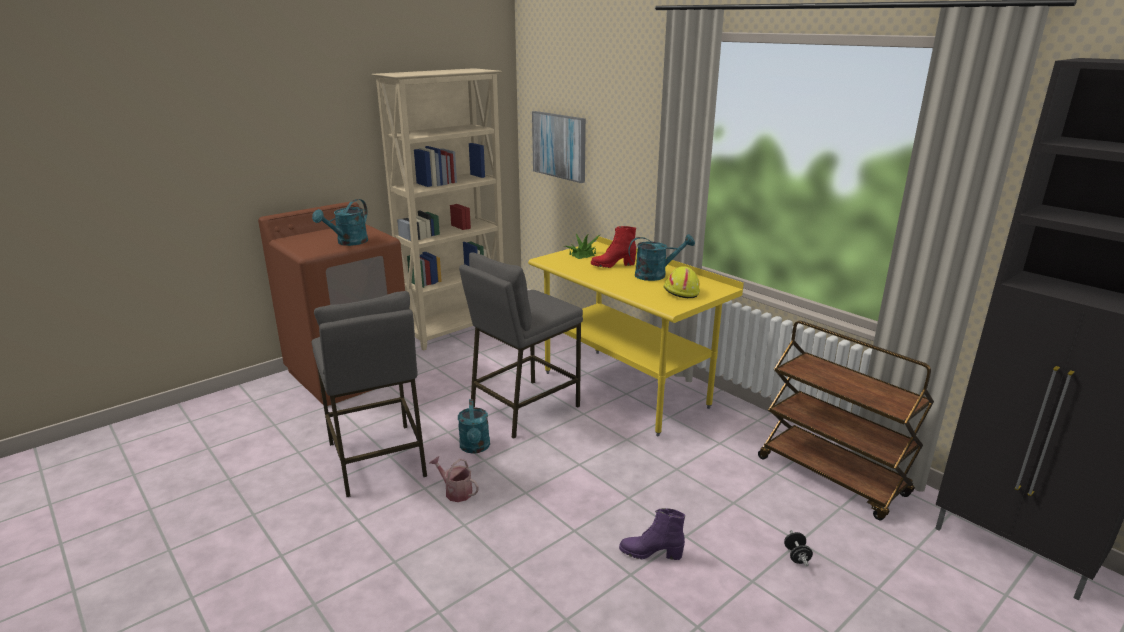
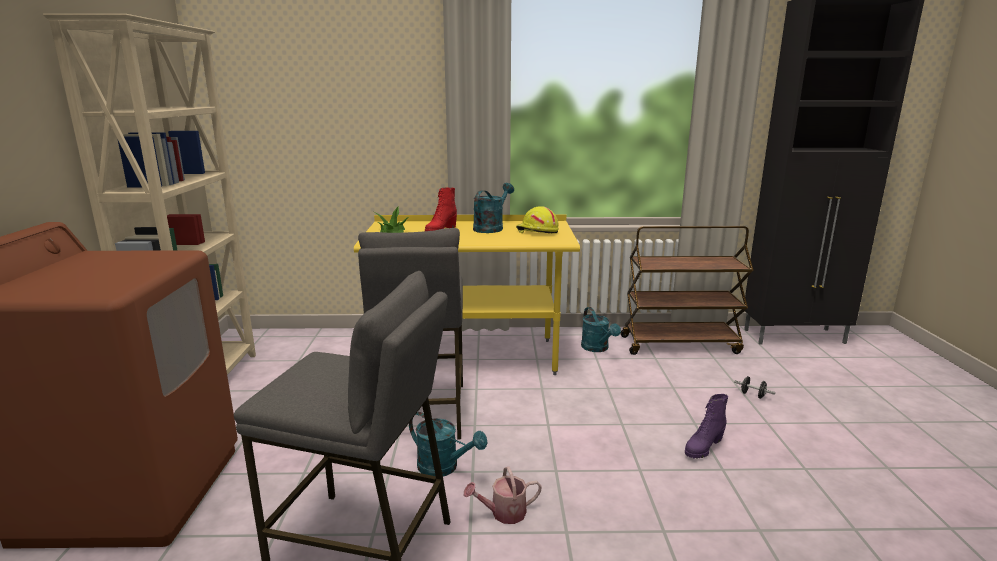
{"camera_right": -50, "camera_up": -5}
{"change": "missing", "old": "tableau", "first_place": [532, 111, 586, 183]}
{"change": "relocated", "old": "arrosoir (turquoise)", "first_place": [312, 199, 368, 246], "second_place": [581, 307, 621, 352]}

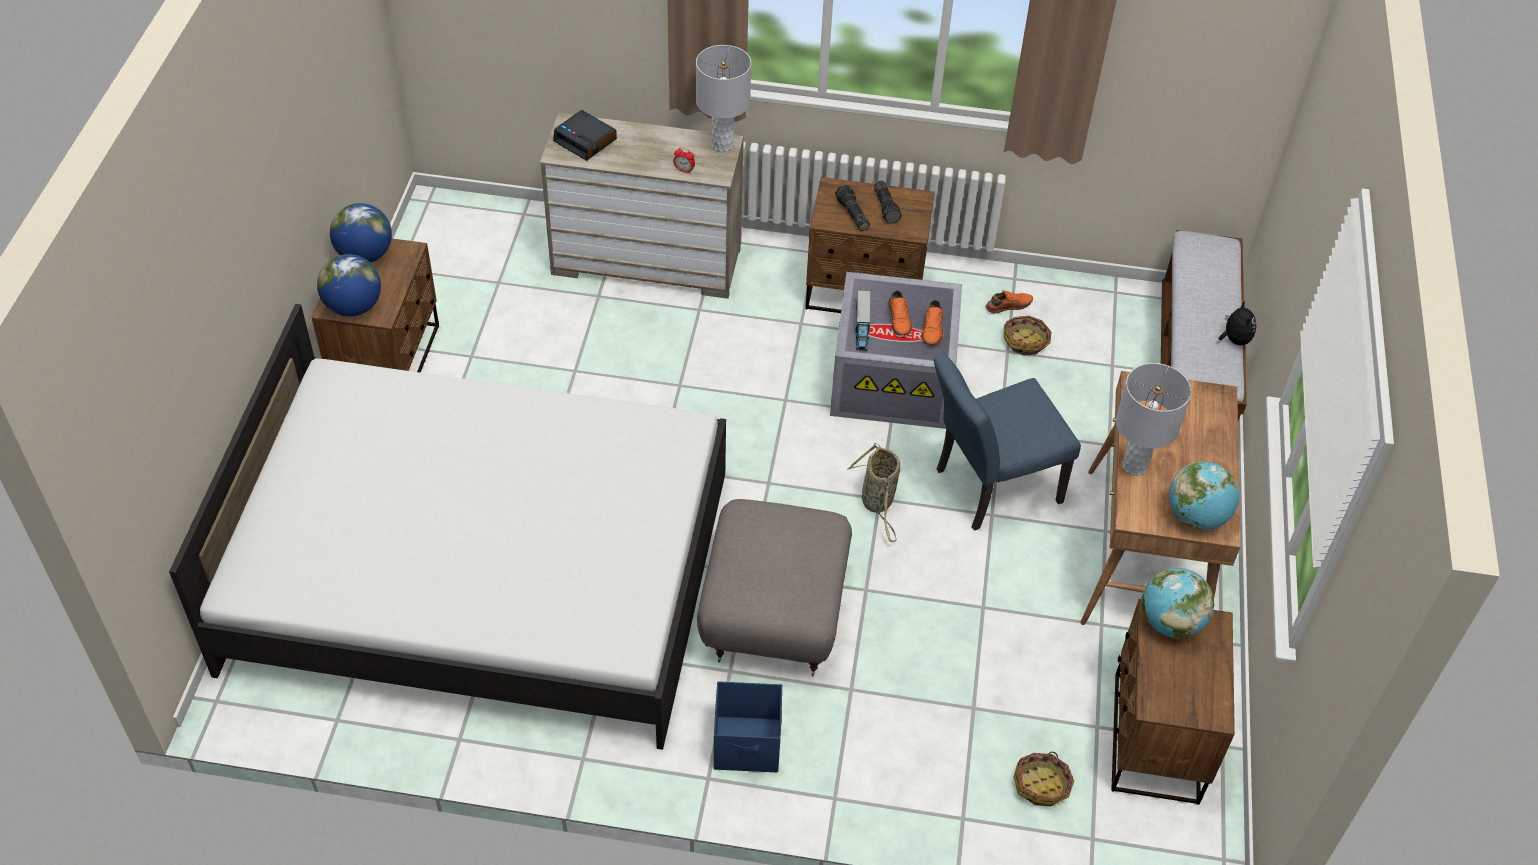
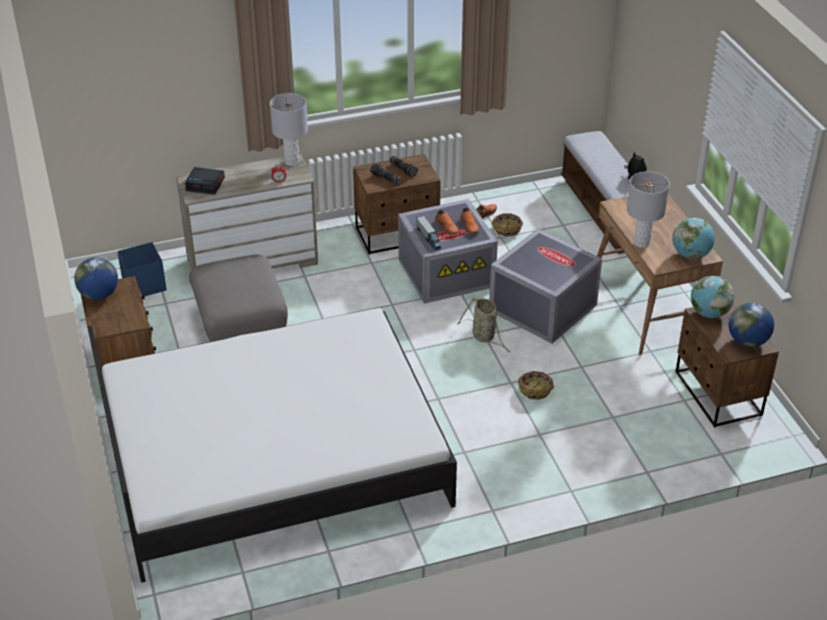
{"camera_right": -25, "camera_up": -10}
{"change": "relocated", "old": "globe", "first_place": [317, 254, 381, 317], "second_place": [729, 303, 774, 347]}
{"change": "exchanged", "old": "chaise (bleu)", "new": "boîte de rangement (gris)", "first_place": [934, 355, 1081, 531], "second_place": [489, 229, 602, 343]}
{"change": "relocated", "old": "pouf (gris)", "first_place": [697, 499, 852, 676], "second_place": [189, 254, 288, 342]}
{"change": "relocated", "old": "boîte de rangement (bleu)", "first_place": [714, 681, 782, 773], "second_place": [117, 242, 167, 297]}
{"change": "relocated", "old": "panier", "first_place": [1014, 752, 1074, 806], "second_place": [518, 371, 554, 400]}

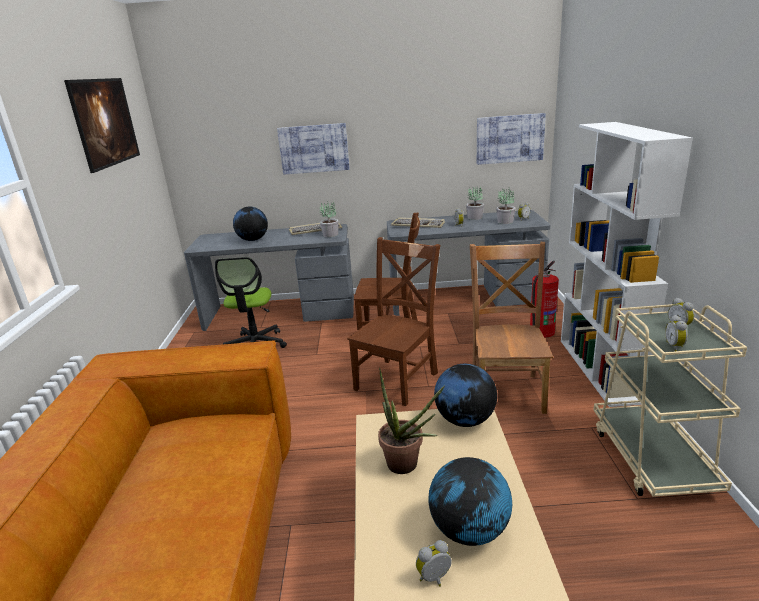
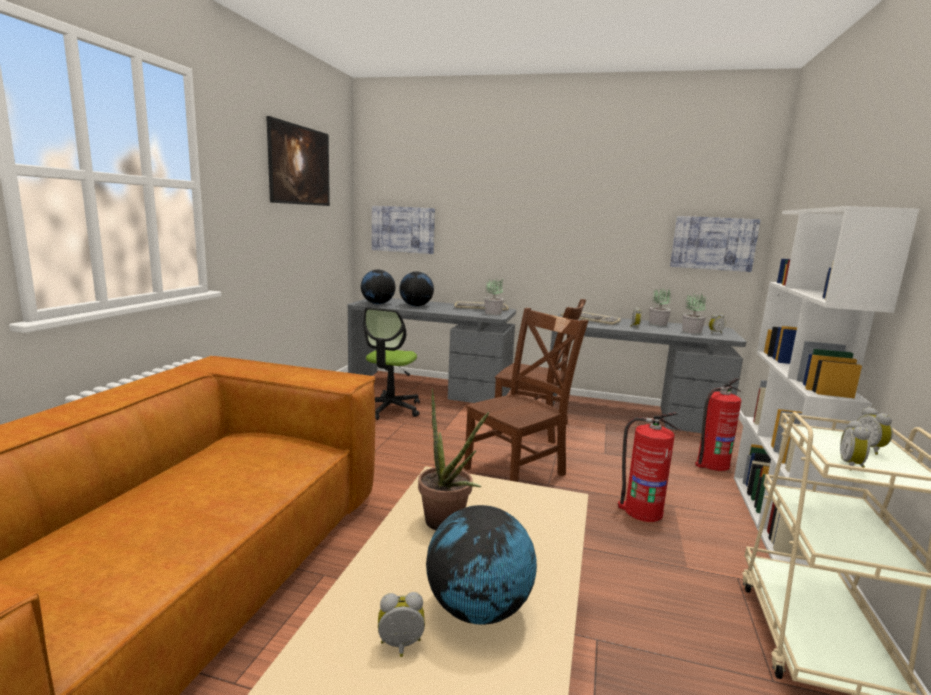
{"camera_right": 15, "camera_up": -10}
{"change": "relocated", "old": "tableau", "first_place": [277, 123, 350, 175], "second_place": [372, 206, 435, 254]}
{"change": "exchanged", "old": "chaise (marron)", "new": "extincteur", "first_place": [470, 242, 553, 414], "second_place": [618, 412, 681, 522]}
{"change": "relocated", "old": "globe", "first_place": [434, 364, 497, 427], "second_place": [361, 270, 396, 304]}

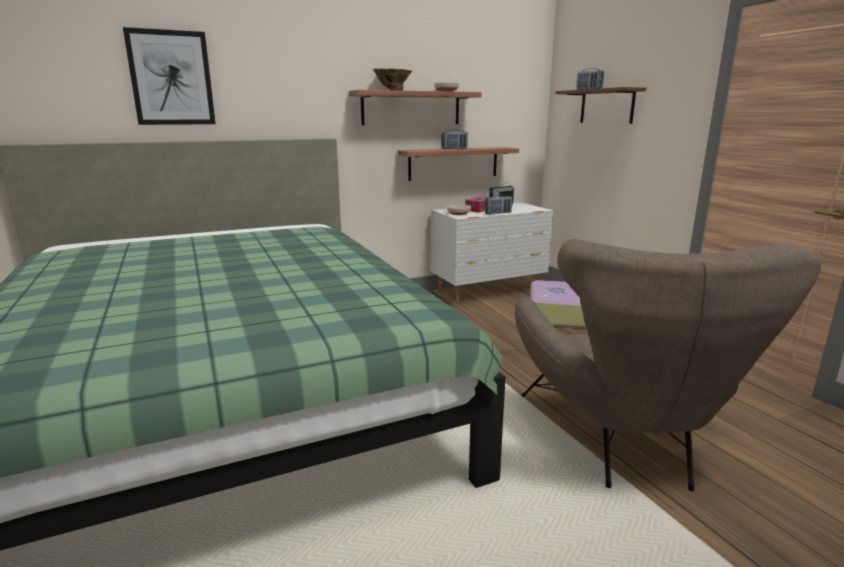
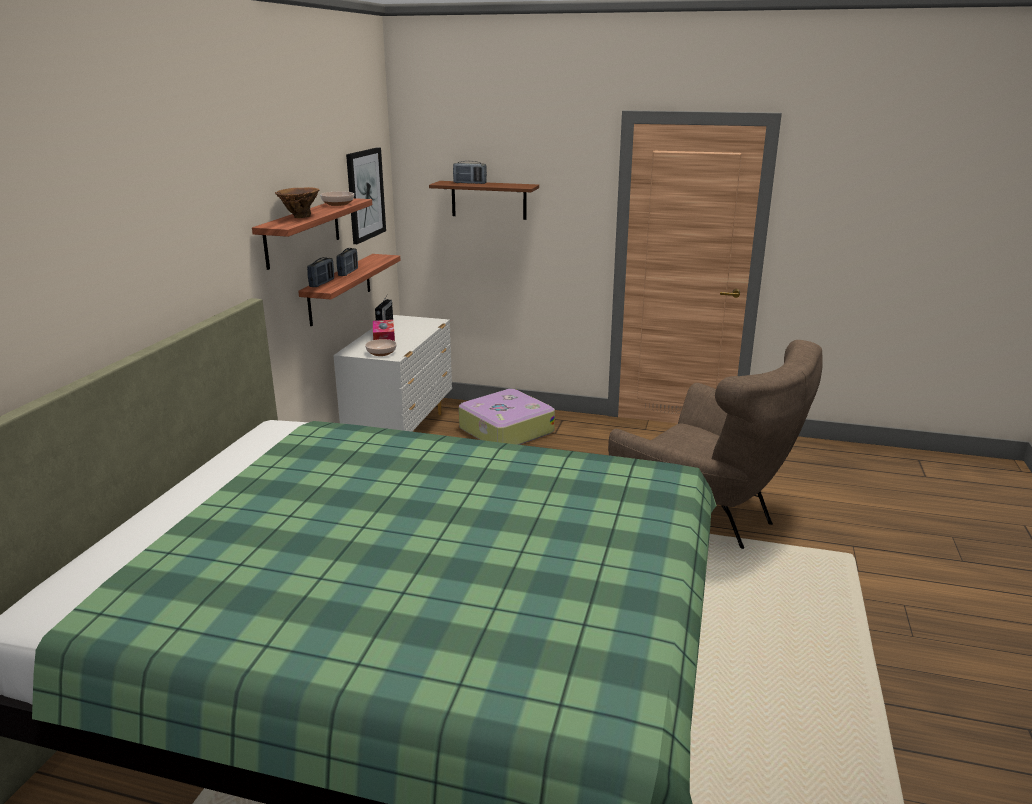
{"camera_right": -50, "camera_up": 5}
{"change": "relocated", "old": "tableau", "first_place": [123, 27, 216, 125], "second_place": [346, 147, 386, 244]}
{"change": "relocated", "old": "radio", "first_place": [485, 195, 512, 214], "second_place": [307, 257, 334, 287]}

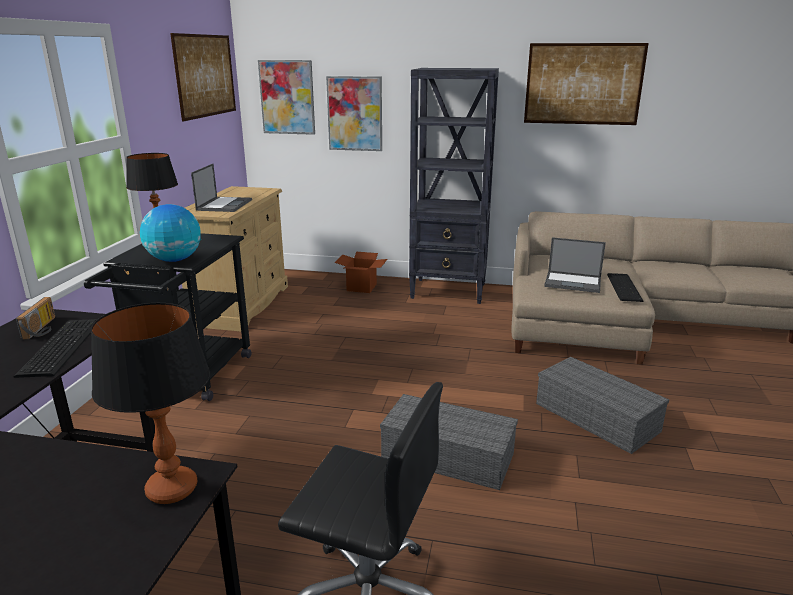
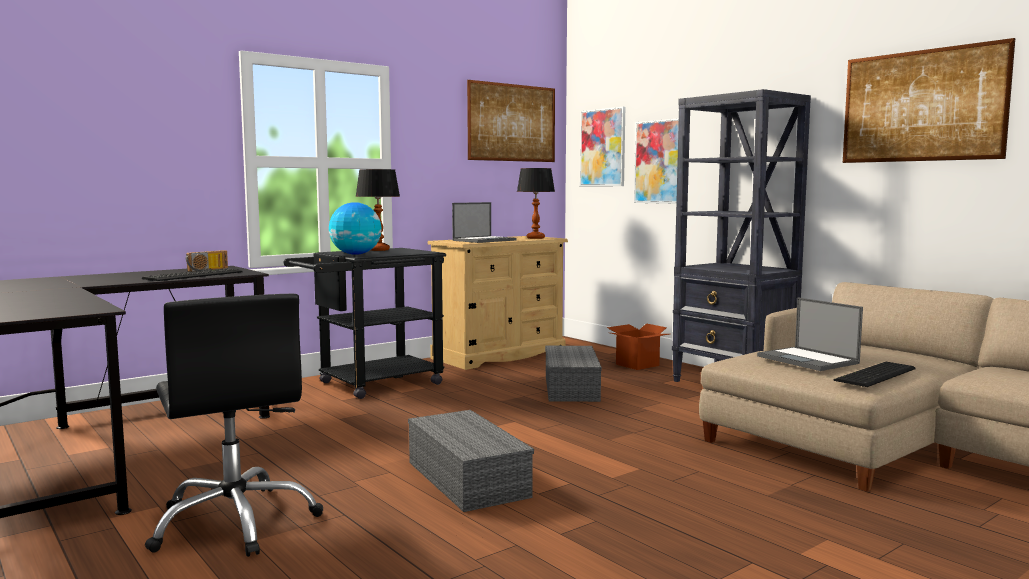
{"camera_right": 40, "camera_up": -15}
{"change": "relocated", "old": "lampe de table", "first_place": [91, 303, 210, 504], "second_place": [517, 168, 555, 239]}
{"change": "relocated", "old": "boîte de rangement (gris)", "first_place": [536, 357, 669, 454], "second_place": [545, 346, 602, 402]}

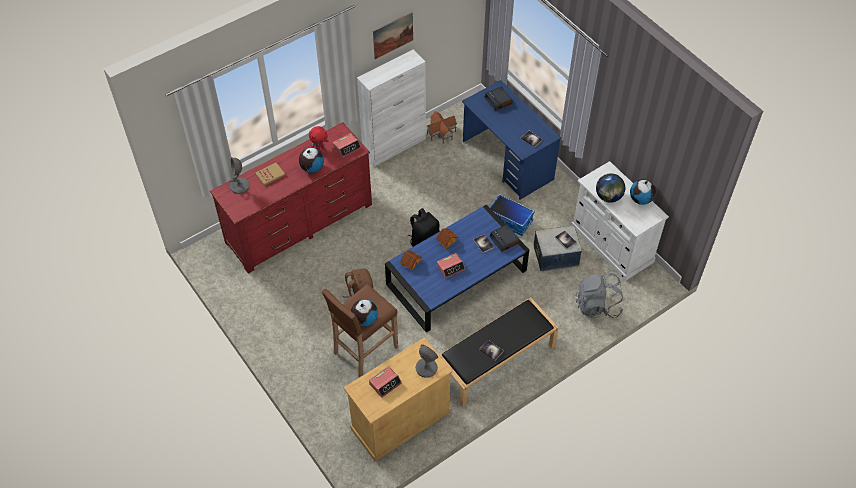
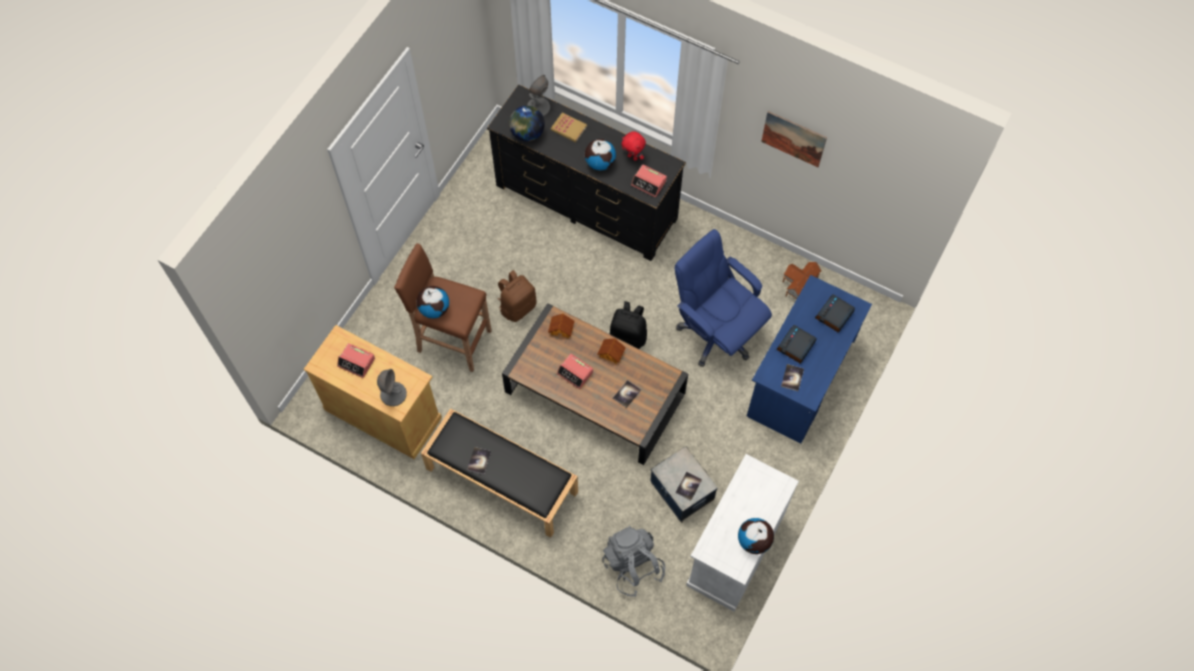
{"camera_right": 65, "camera_up": 10}
{"change": "missing", "old": "meuble de rangement (blanc)", "first_place": [357, 50, 426, 167]}
{"change": "colour", "old": "commode (rouge)", "new": "commode (noir)", "first_place": [210, 122, 372, 274], "second_place": [487, 84, 686, 261]}
{"change": "relocated", "old": "globe", "first_place": [596, 173, 625, 203], "second_place": [509, 106, 545, 142]}
{"change": "missing", "old": "boîte de rangement", "first_place": [489, 194, 535, 236]}
{"change": "colour", "old": "table basse (bleu)", "new": "table basse (marron)", "first_place": [385, 204, 529, 333], "second_place": [502, 303, 688, 465]}
{"change": "relocated", "old": "réveil", "first_place": [489, 224, 520, 252], "second_place": [776, 325, 817, 364]}
{"change": "appeared", "new": "chaise de bureau (bleu)", "second_place": [674, 229, 772, 367]}

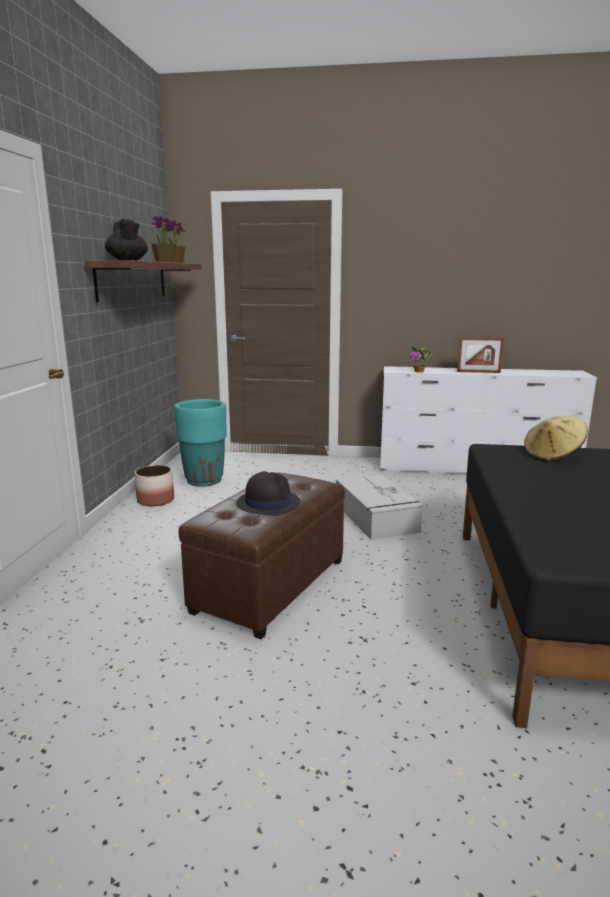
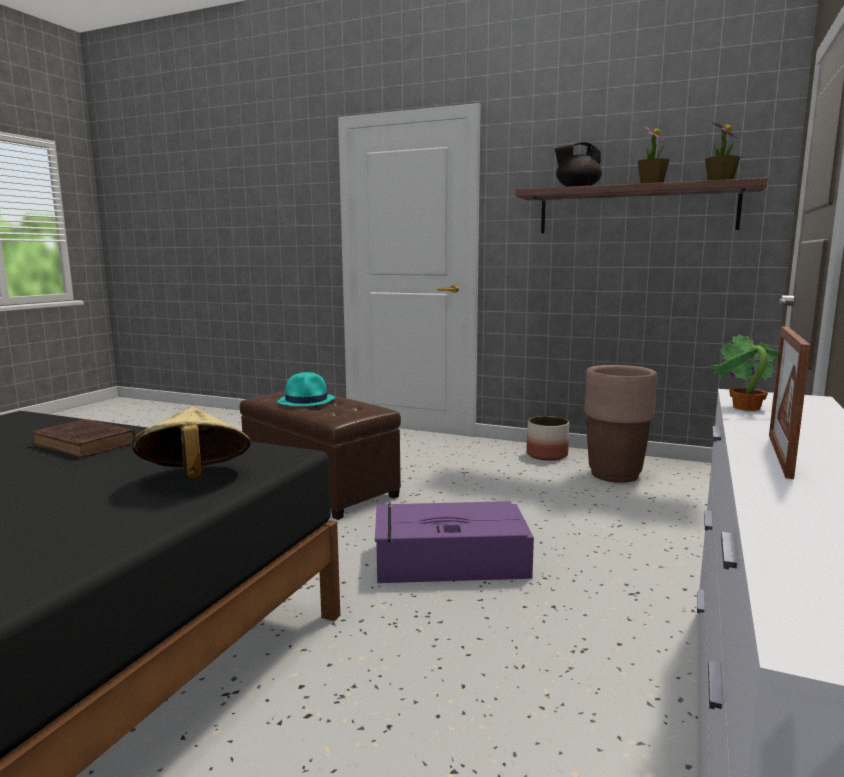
{"camera_right": 105, "camera_up": -5}
{"change": "colour", "old": "cache-pot (turquoise)", "new": "cache-pot (marron)", "first_place": [175, 399, 227, 487], "second_place": [585, 365, 657, 483]}
{"change": "colour", "old": "chapeau (noir)", "new": "chapeau (turquoise)", "first_place": [236, 471, 300, 516], "second_place": [277, 372, 336, 406]}
{"change": "colour", "old": "boîte de rangement (gris)", "new": "boîte de rangement (violet)", "first_place": [336, 475, 423, 540], "second_place": [375, 501, 534, 583]}
{"change": "appeared", "new": "livre (marron)", "second_place": [32, 419, 136, 458]}

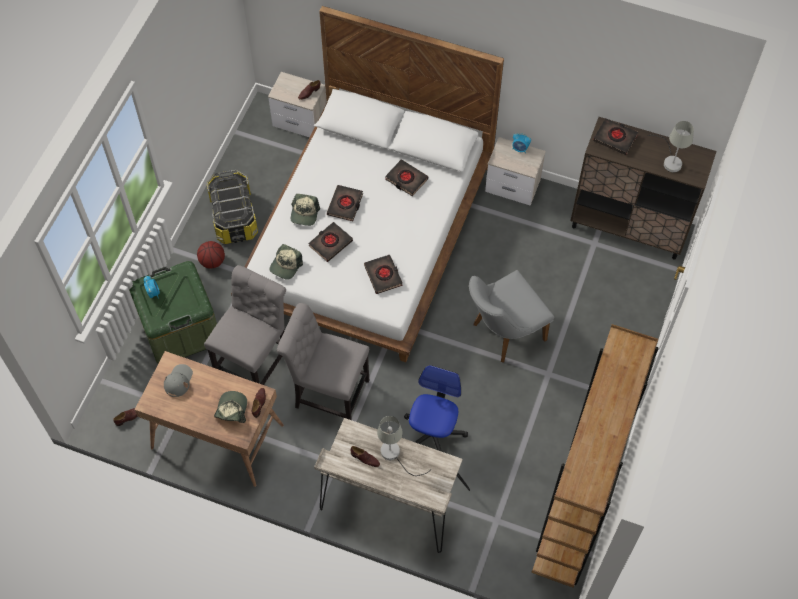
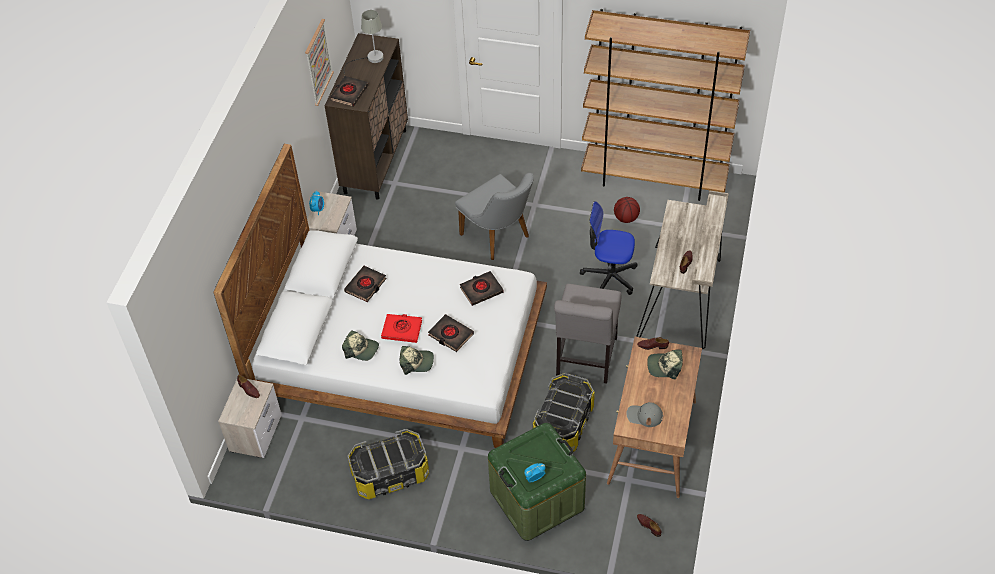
{"camera_right": -95, "camera_up": -10}
{"change": "colour", "old": "livre (noir)", "new": "livre (rouge)", "first_place": [327, 185, 363, 221], "second_place": [381, 314, 422, 343]}
{"change": "relocated", "old": "ballon de basket", "first_place": [197, 241, 225, 269], "second_place": [614, 197, 640, 223]}
{"change": "relocated", "old": "casquette", "first_place": [269, 244, 303, 280], "second_place": [342, 330, 379, 361]}
{"change": "exchanged", "old": "chaise (gris)", "new": "boîte de rangement", "first_place": [204, 265, 286, 385], "second_place": [533, 373, 595, 452]}
{"change": "missing", "old": "lampe de table (gris)", "first_place": [377, 416, 431, 476]}
{"change": "appeared", "new": "tableau", "second_place": [305, 19, 334, 106]}

